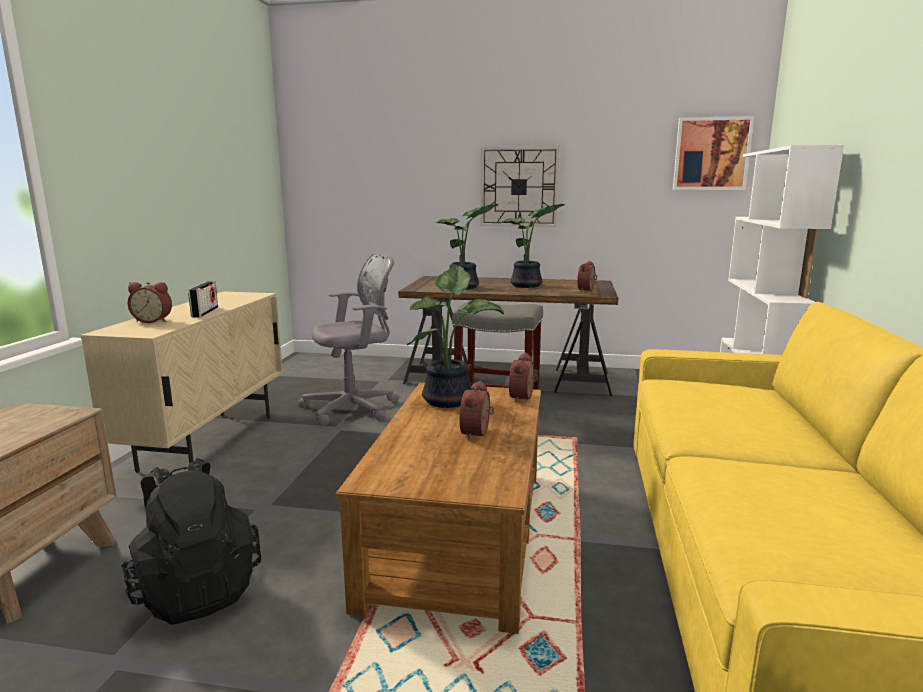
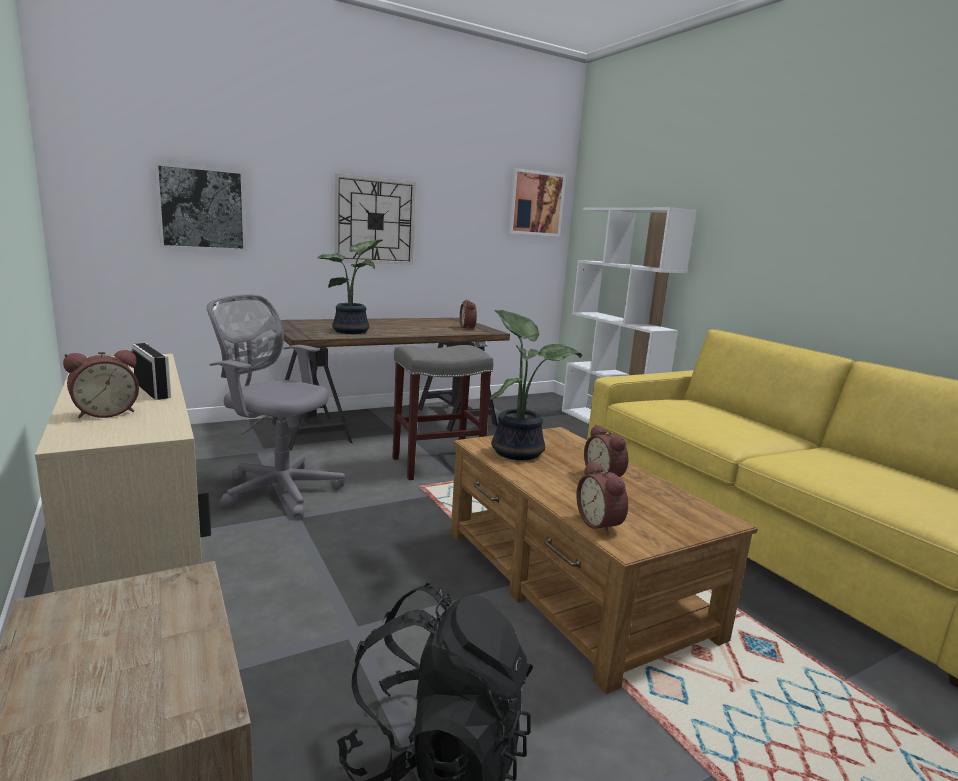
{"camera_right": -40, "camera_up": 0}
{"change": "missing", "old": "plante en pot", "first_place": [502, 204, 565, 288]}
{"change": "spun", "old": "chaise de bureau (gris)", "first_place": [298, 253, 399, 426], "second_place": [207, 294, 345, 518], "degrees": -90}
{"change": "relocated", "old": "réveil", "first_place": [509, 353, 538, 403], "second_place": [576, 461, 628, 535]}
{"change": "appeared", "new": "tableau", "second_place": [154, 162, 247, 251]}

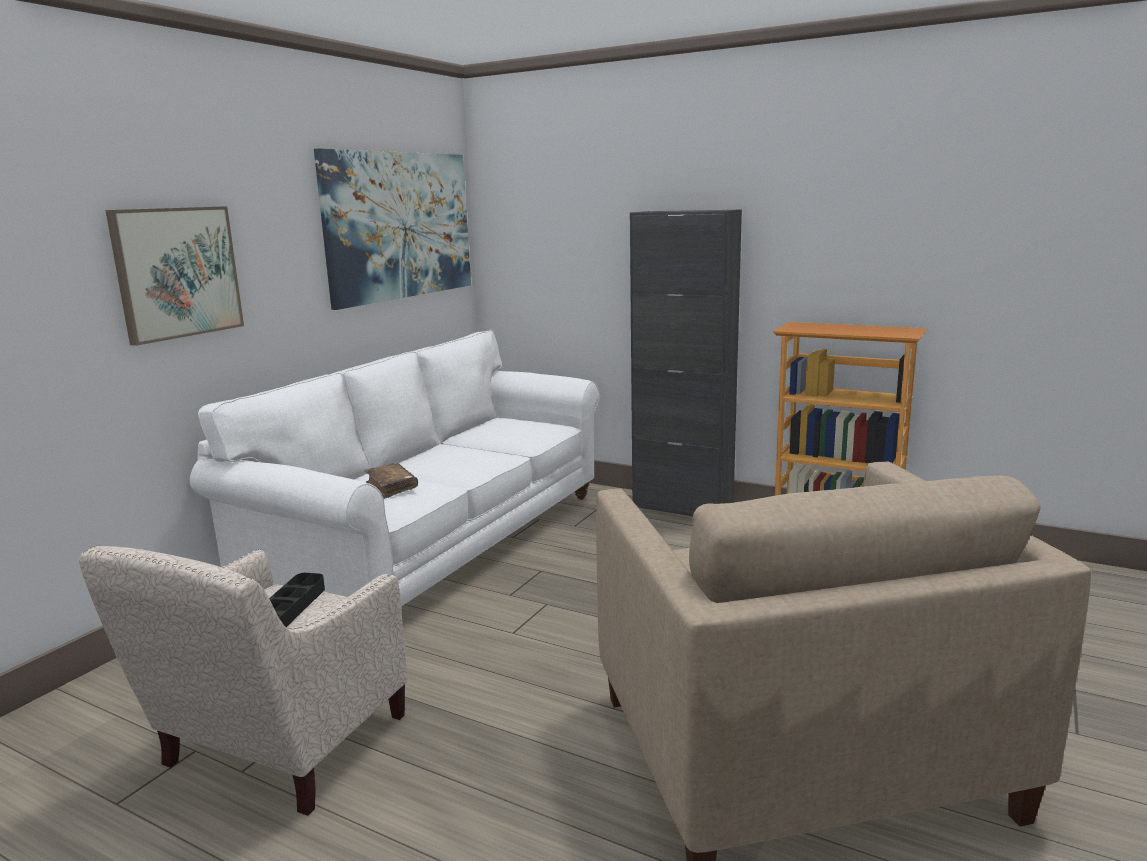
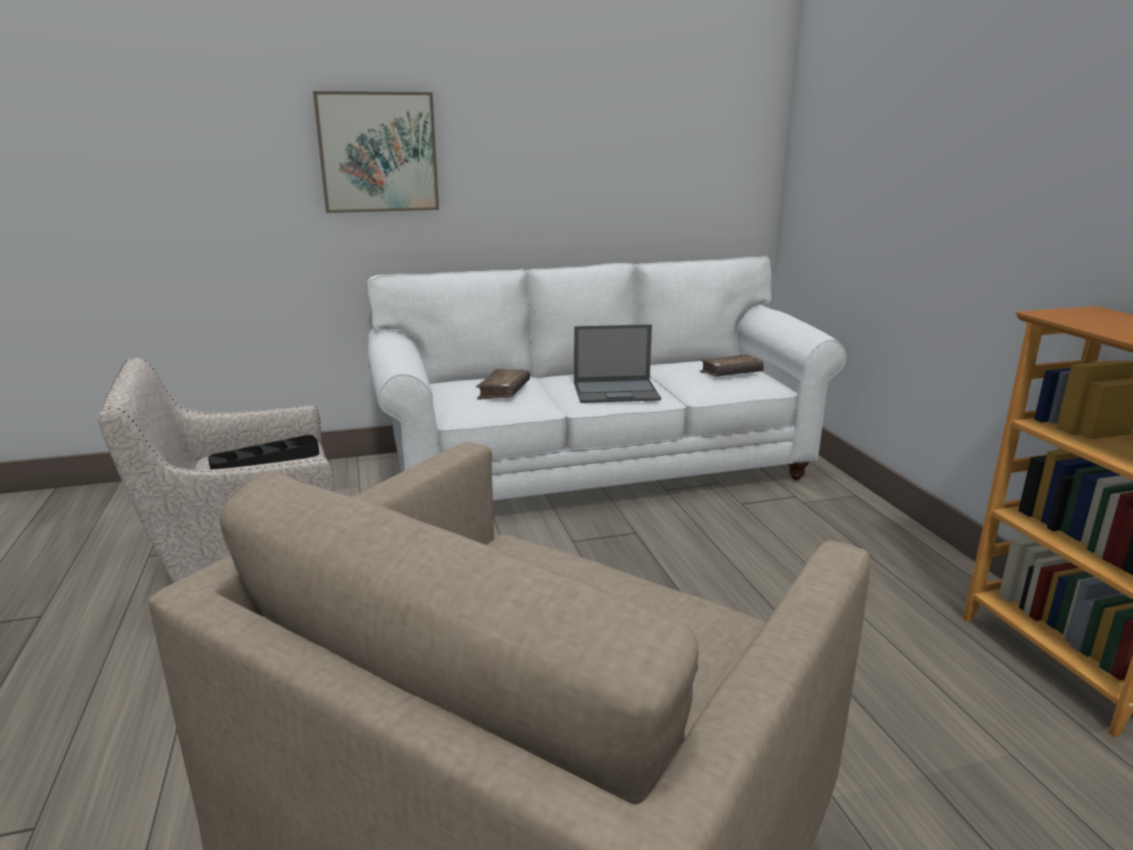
{"camera_right": 45, "camera_up": 5}
{"change": "missing", "old": "tableau", "first_place": [314, 148, 471, 310]}
{"change": "missing", "old": "meuble de rangement (noir)", "first_place": [630, 209, 742, 516]}
{"change": "appeared", "new": "ordinateur portable", "second_place": [574, 324, 661, 403]}
{"change": "appeared", "new": "livre (marron)", "second_place": [700, 354, 764, 376]}

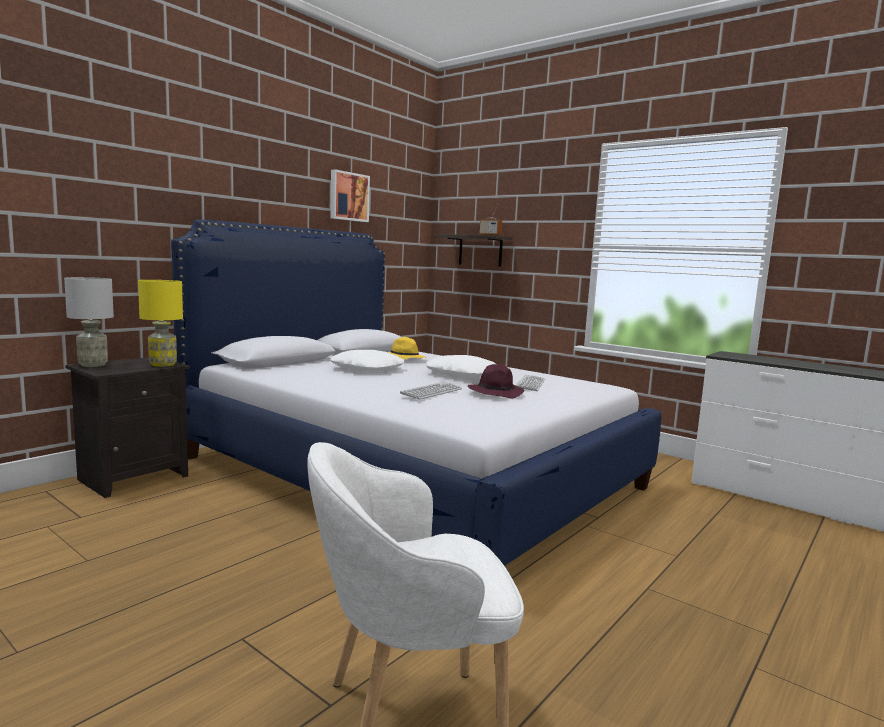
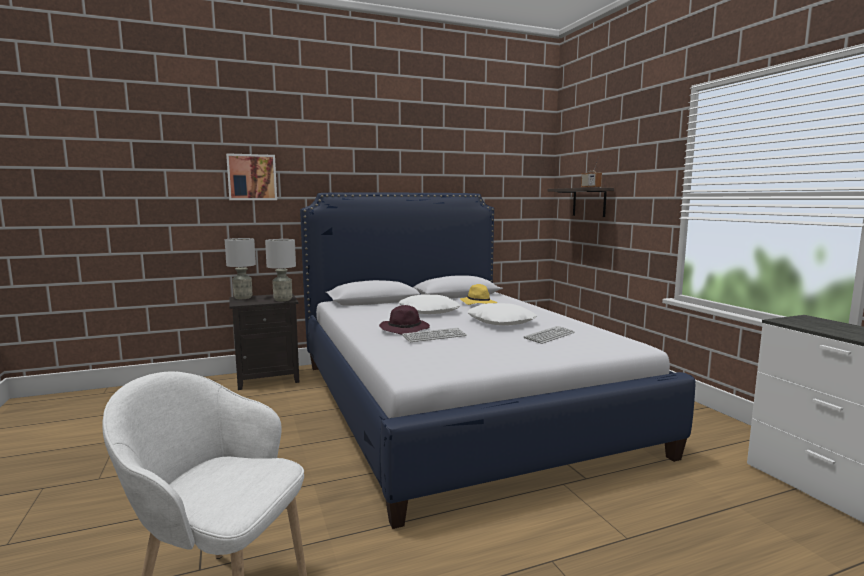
{"camera_right": 30, "camera_up": 0}
{"change": "relocated", "old": "tableau", "first_place": [330, 169, 370, 222], "second_place": [226, 153, 277, 200]}
{"change": "colour", "old": "lampe de table (jaune)", "new": "lampe de table (gris)", "first_place": [138, 280, 183, 367], "second_place": [265, 239, 296, 301]}
{"change": "relocated", "old": "chapeau (violet)", "first_place": [468, 364, 525, 399], "second_place": [379, 305, 430, 335]}

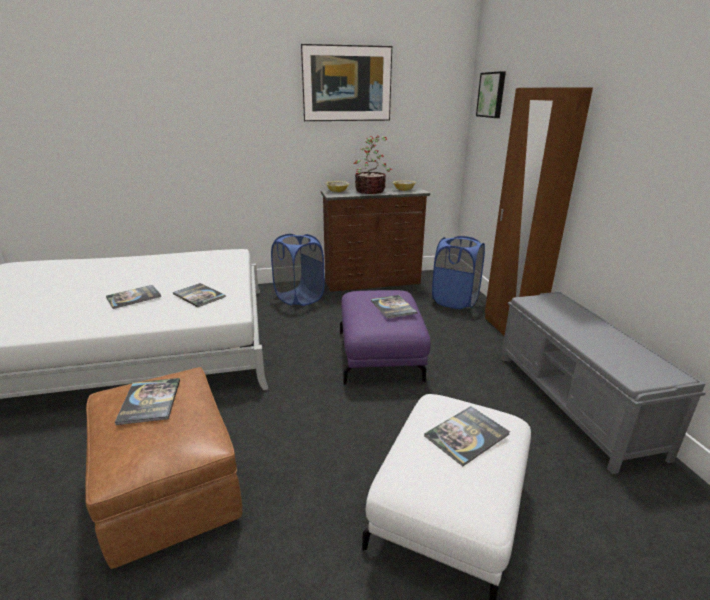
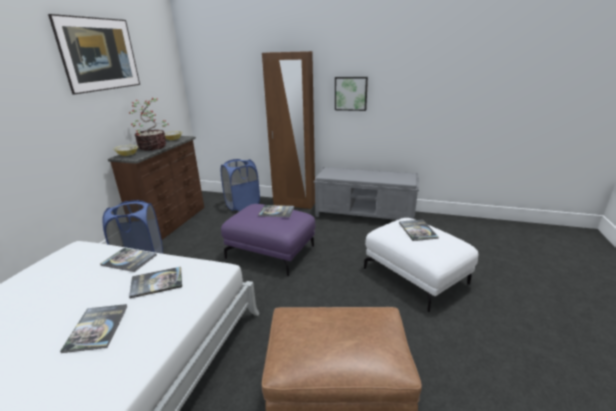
{"camera_right": -60, "camera_up": 0}
{"change": "relocated", "old": "tableau", "first_place": [476, 71, 506, 118], "second_place": [335, 77, 368, 111]}
{"change": "relocated", "old": "livre", "first_place": [114, 378, 180, 425], "second_place": [100, 248, 157, 272]}

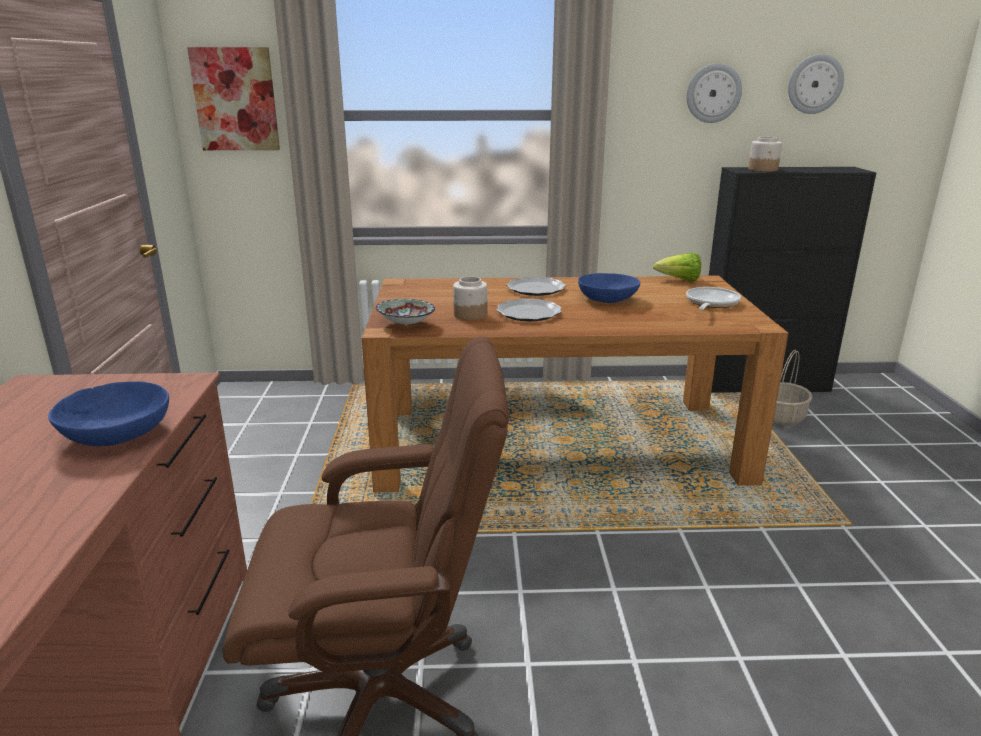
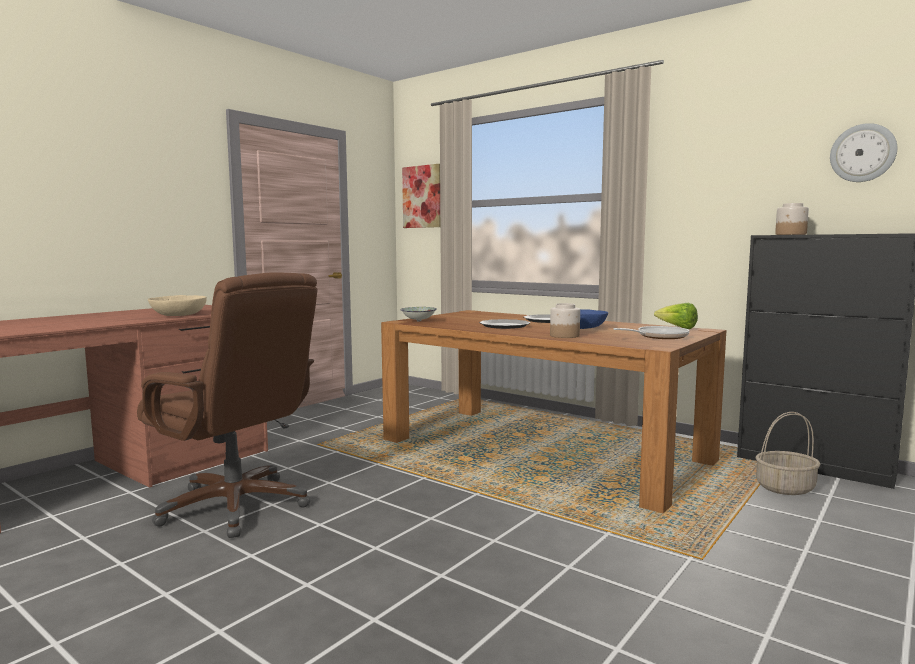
{"camera_right": 40, "camera_up": -15}
{"change": "missing", "old": "horloge murale", "first_place": [686, 63, 742, 123]}
{"change": "relocated", "old": "bocal", "first_place": [453, 277, 487, 320], "second_place": [550, 303, 580, 338]}
{"change": "colour", "old": "bol (bleu)", "new": "bol (beige)", "first_place": [48, 381, 169, 446], "second_place": [148, 295, 207, 316]}

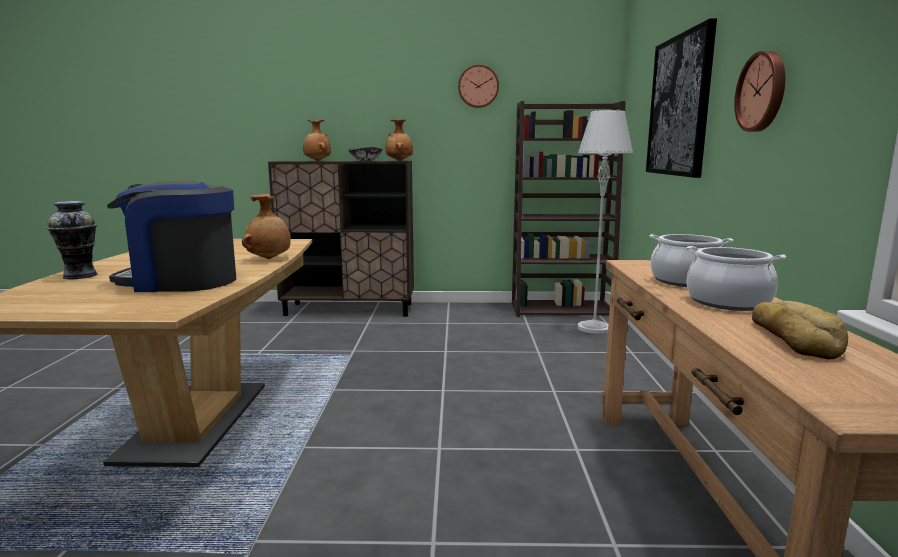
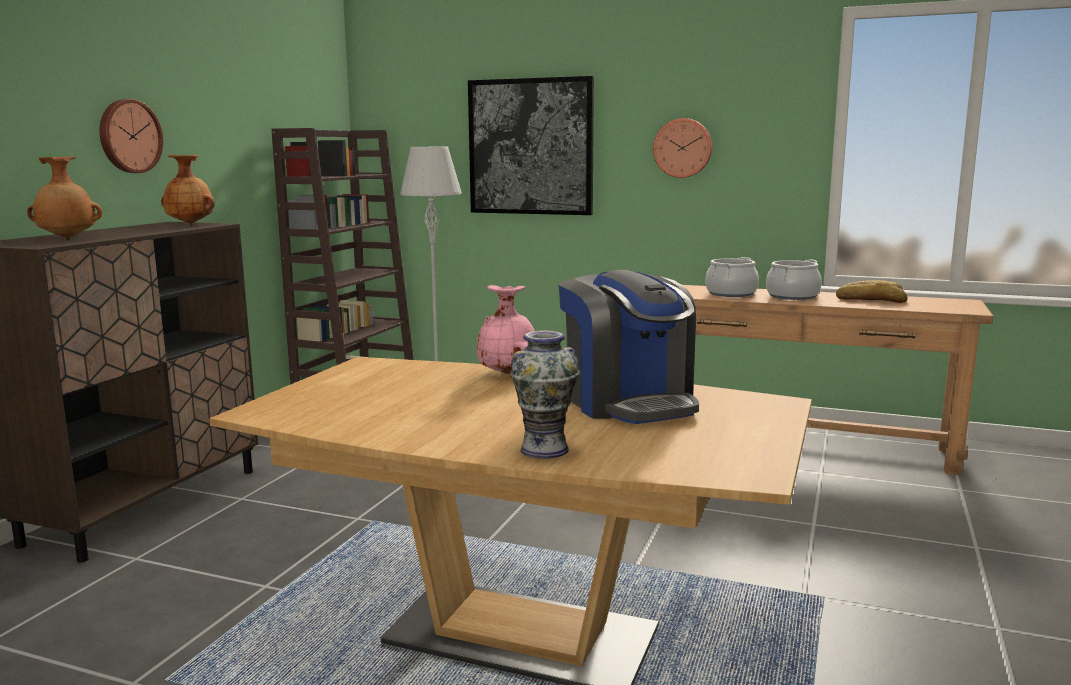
{"camera_right": -70, "camera_up": 0}
{"change": "relocated", "old": "horloge murale", "first_place": [458, 65, 499, 108], "second_place": [99, 99, 163, 173]}
{"change": "missing", "old": "bol", "first_place": [349, 147, 382, 161]}
{"change": "spun", "old": "machine à café", "first_place": [107, 180, 236, 292], "second_place": [558, 270, 699, 424], "degrees": -45}
{"change": "colour", "old": "vase (marron)", "new": "vase (rose)", "first_place": [242, 194, 291, 259], "second_place": [477, 285, 535, 374]}

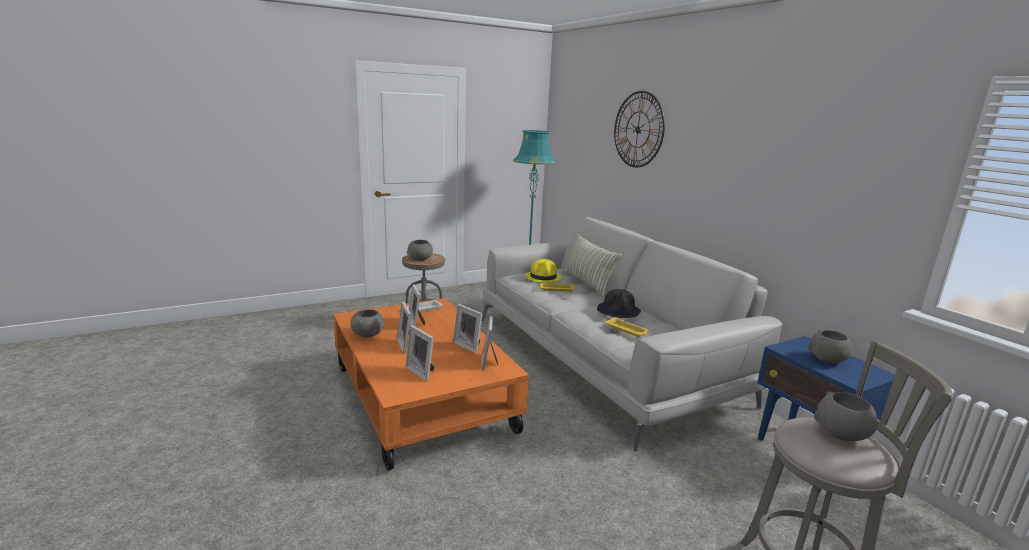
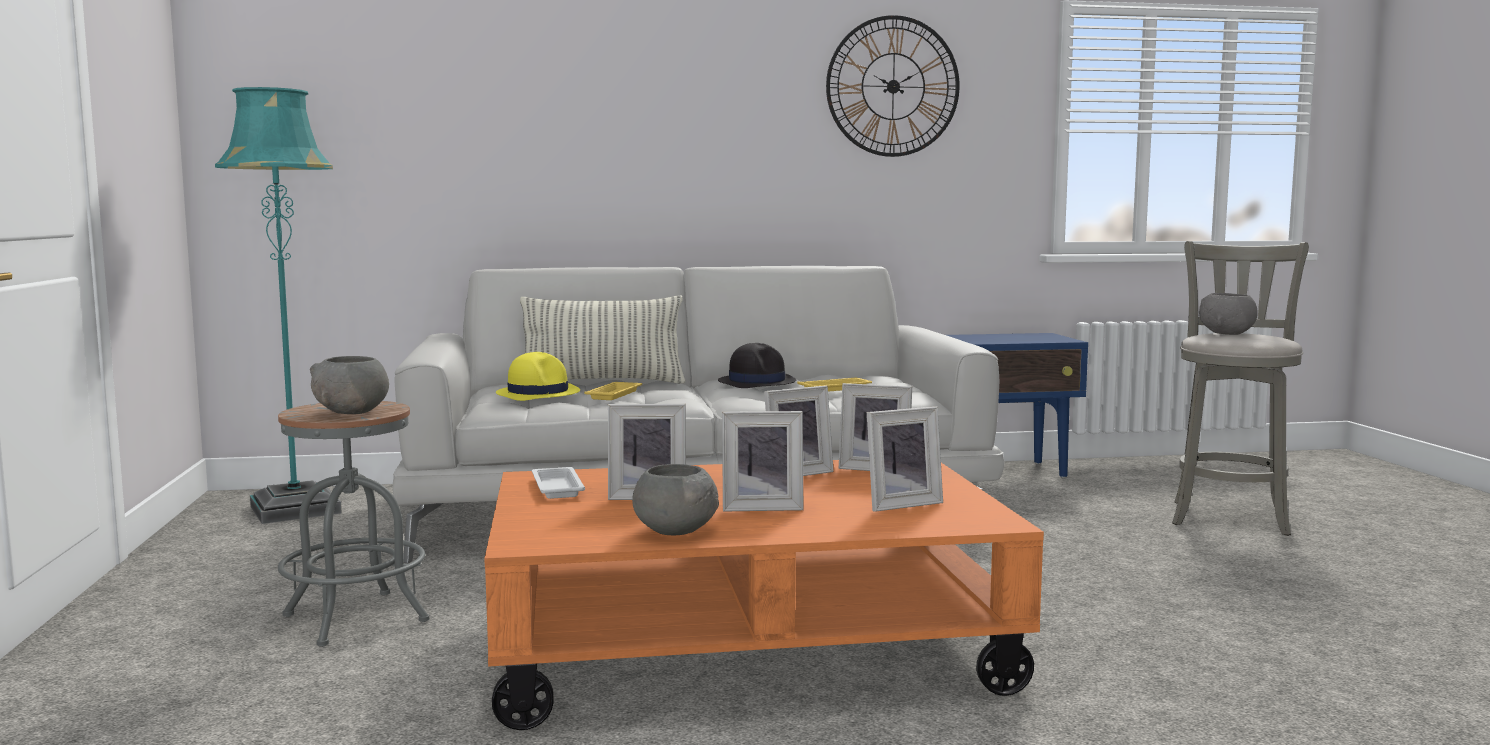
{"camera_right": -70, "camera_up": -10}
{"change": "relocated", "old": "horloge murale", "first_place": [614, 91, 665, 167], "second_place": [826, 15, 960, 157]}
{"change": "missing", "old": "bol (gris)", "first_place": [808, 330, 853, 363]}

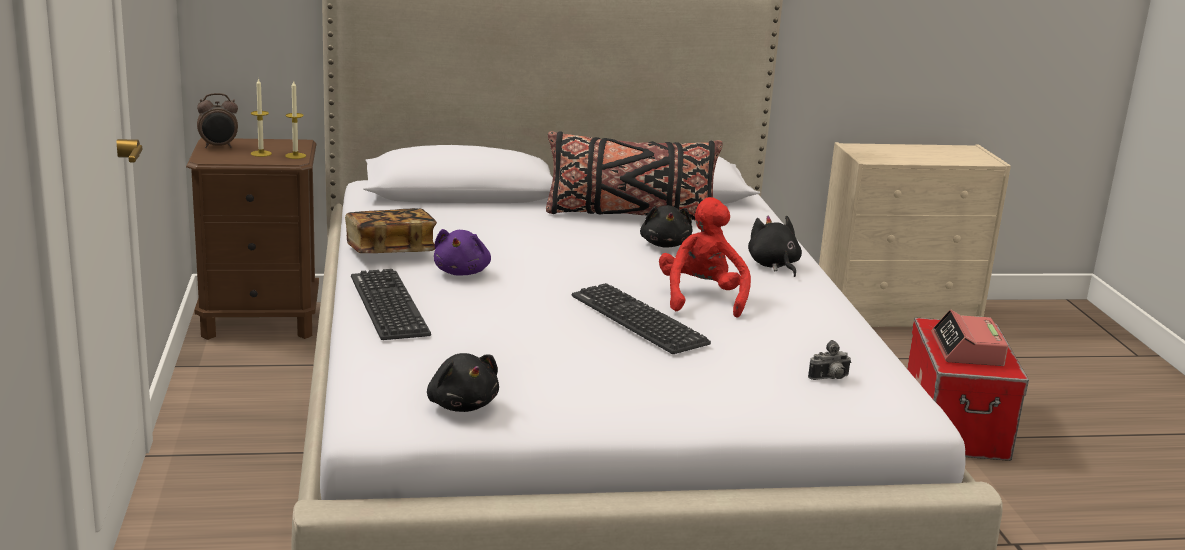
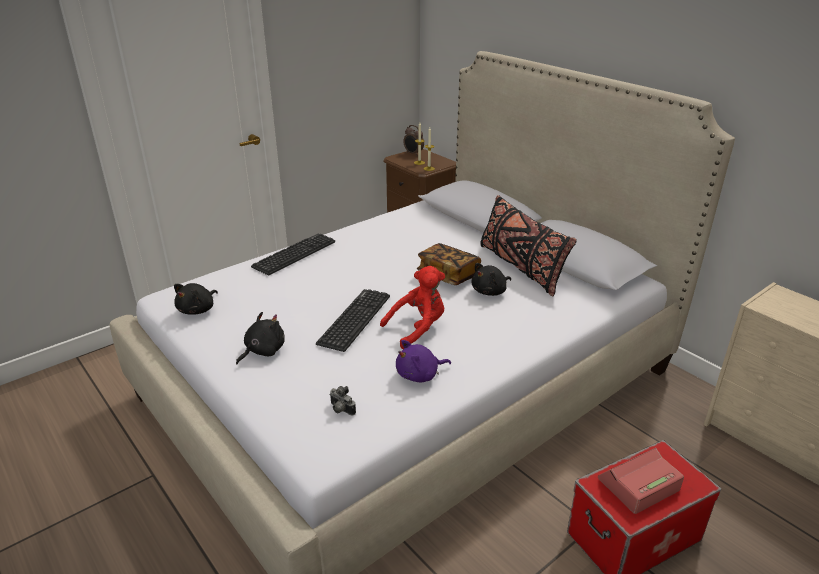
{"camera_right": 60, "camera_up": 10}
{"change": "relocated", "old": "livre", "first_place": [345, 208, 437, 253], "second_place": [417, 243, 481, 285]}
{"change": "relocated", "old": "peluche (noir)", "first_place": [748, 216, 802, 277], "second_place": [236, 312, 285, 364]}
{"change": "relocated", "old": "peluche (violet)", "first_place": [434, 229, 491, 276], "second_place": [396, 340, 451, 382]}

